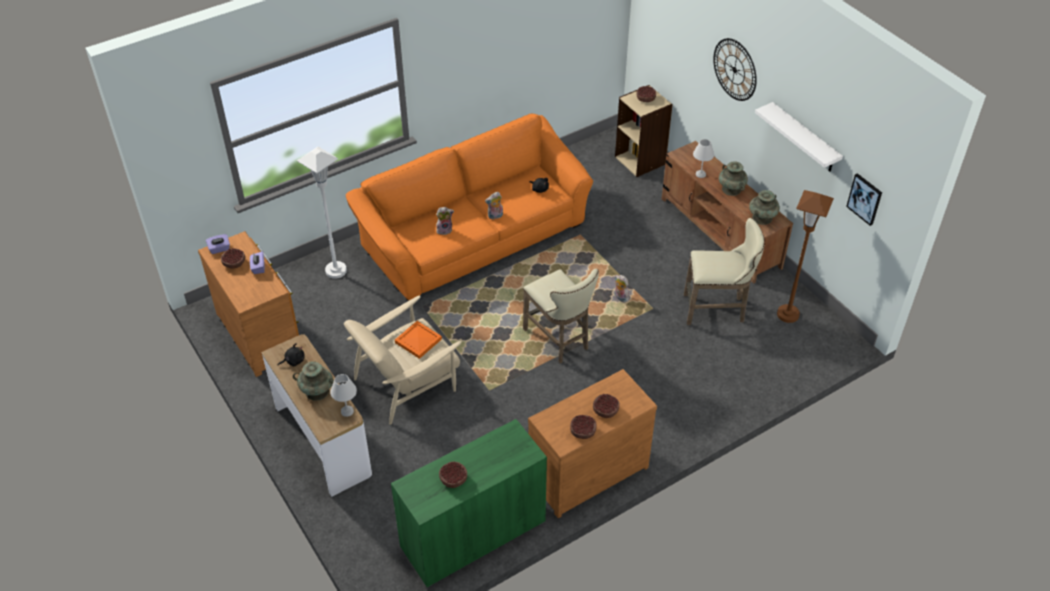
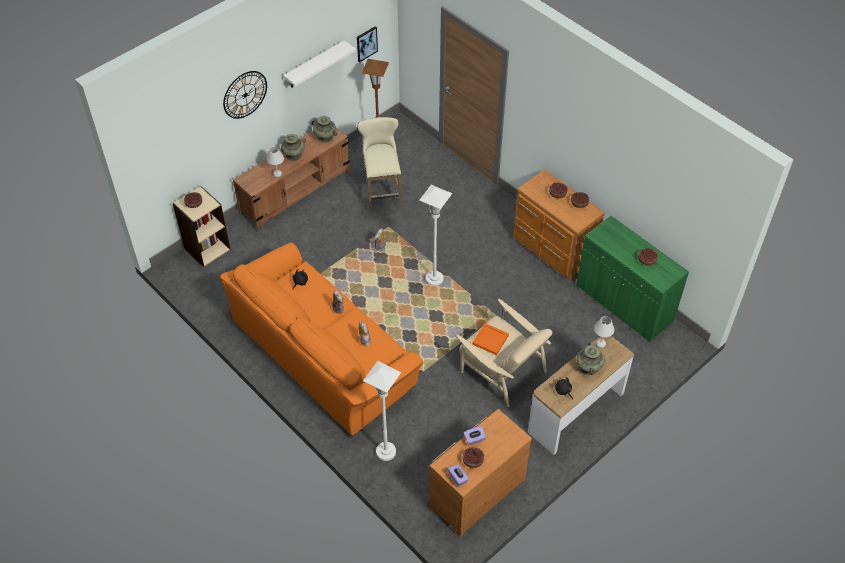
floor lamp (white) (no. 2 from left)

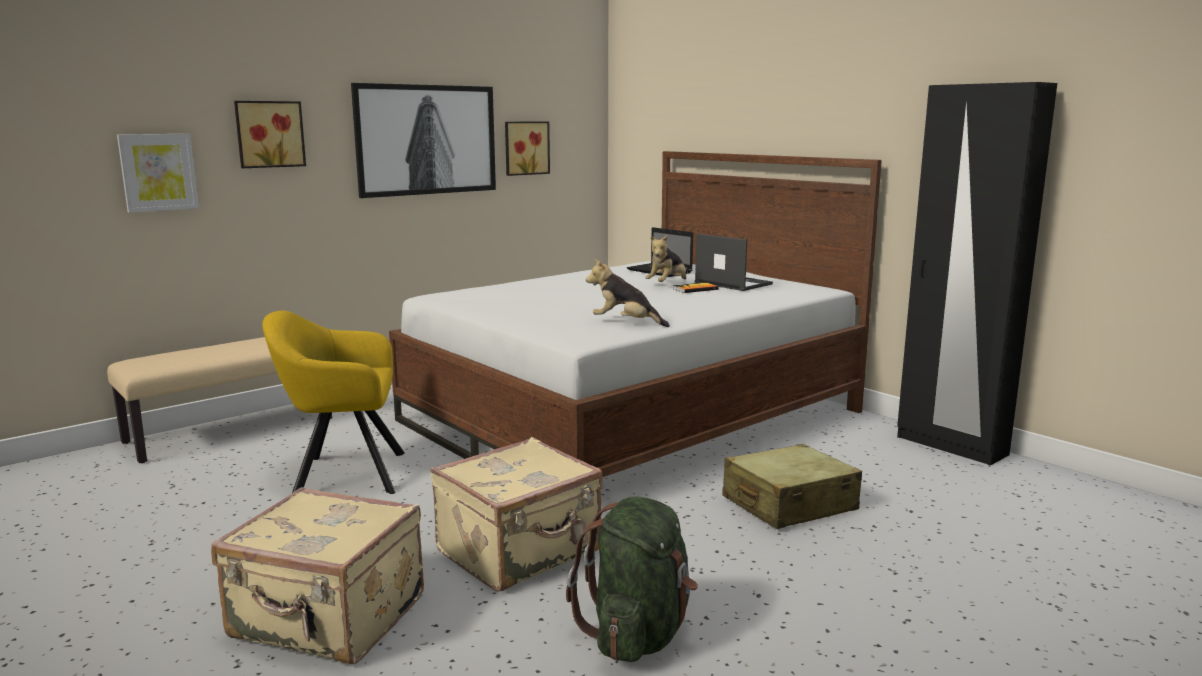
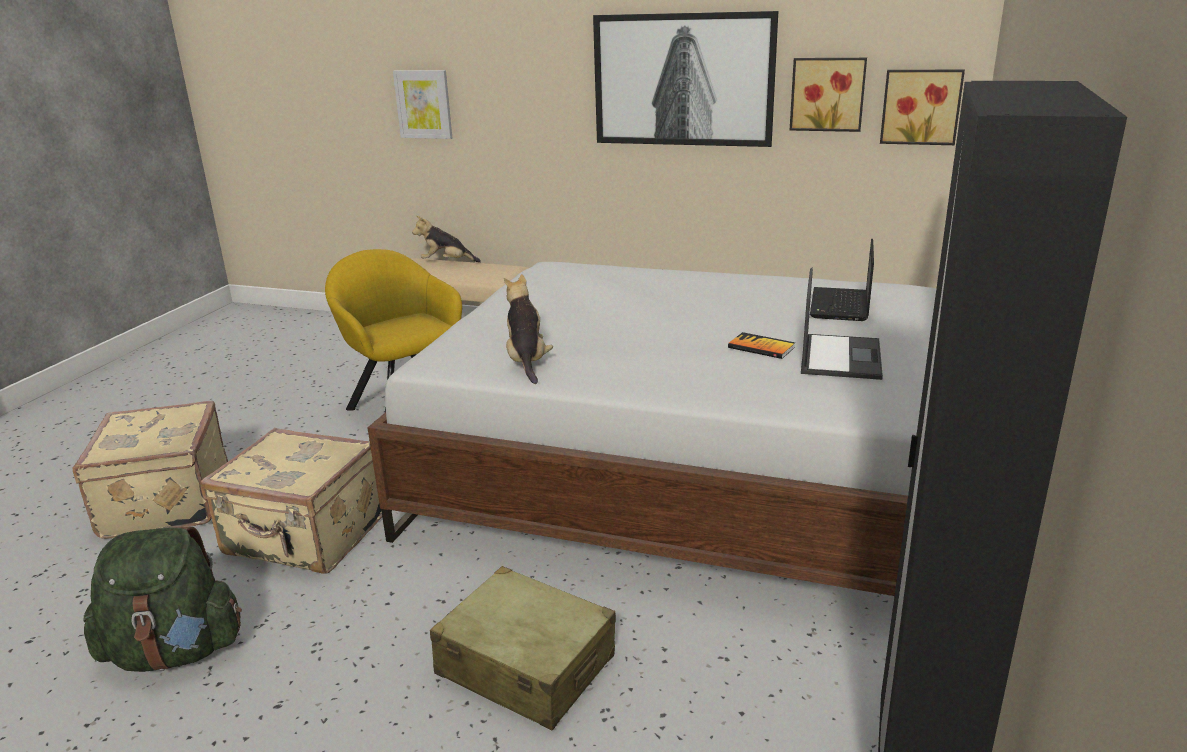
picture (no. 4 from left)
plush toy (no. 1 from left)

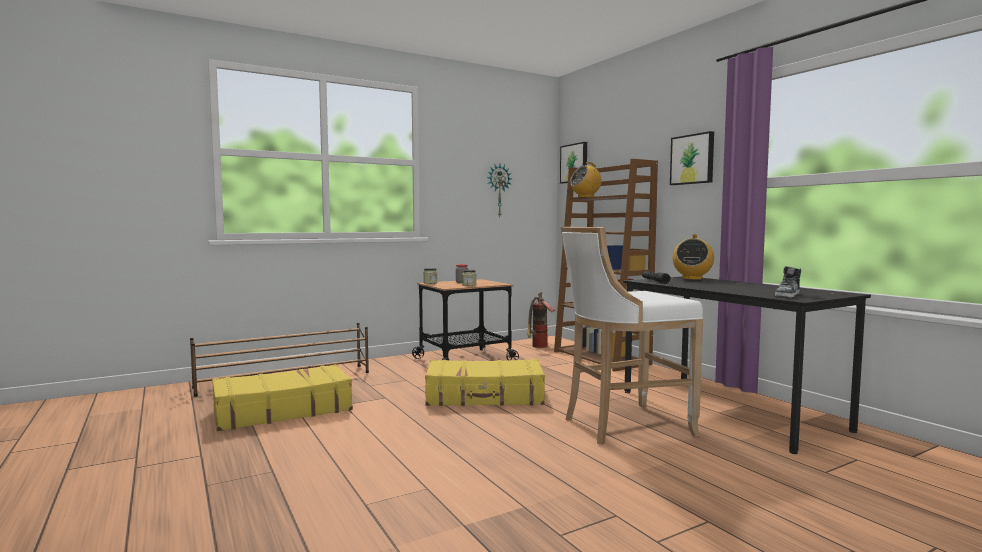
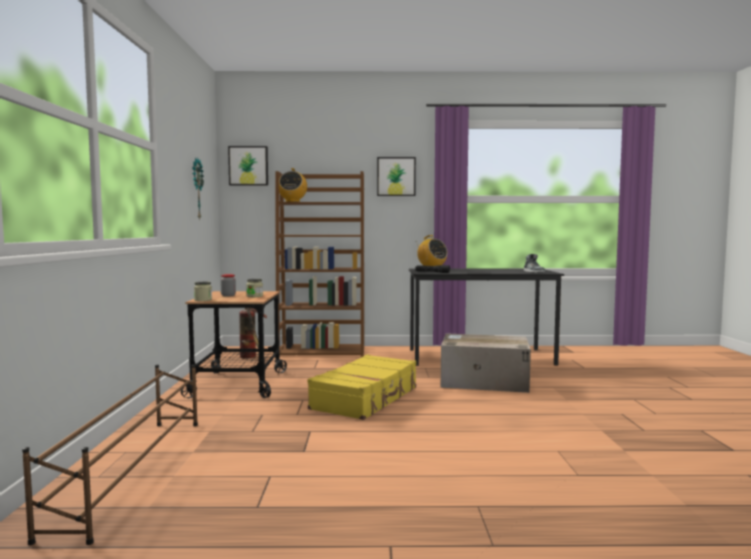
suitcase (yellow) (no. 1 from left in the first image)
cardboard box

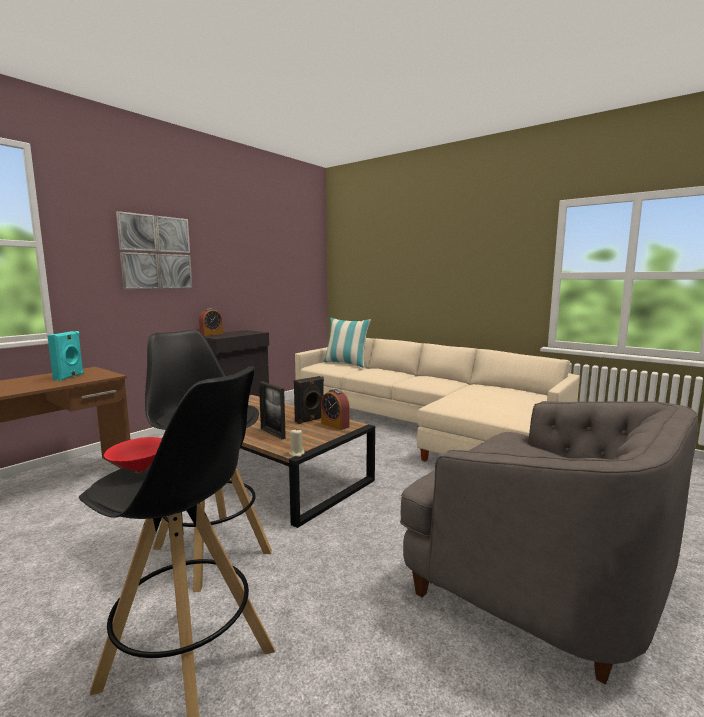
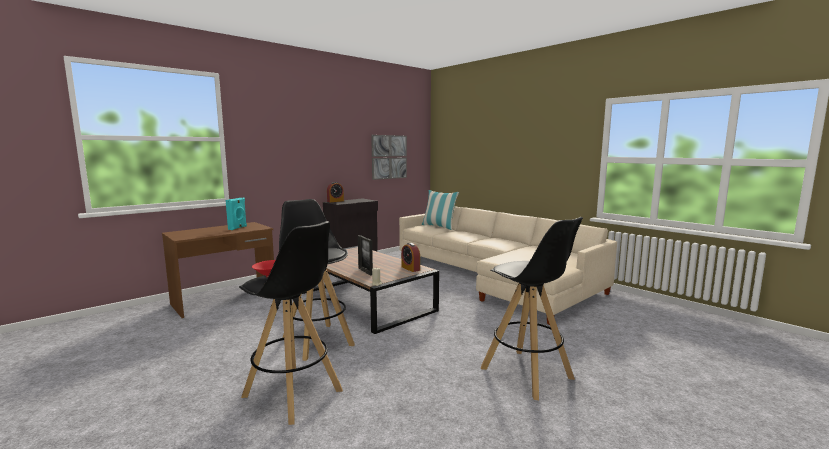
speaker (black)
picture
stool (black) (no. 3 from left)

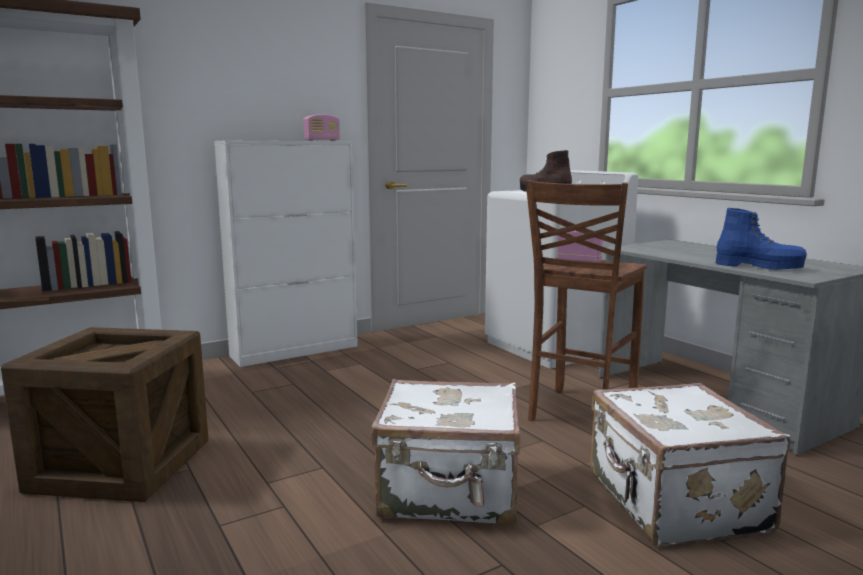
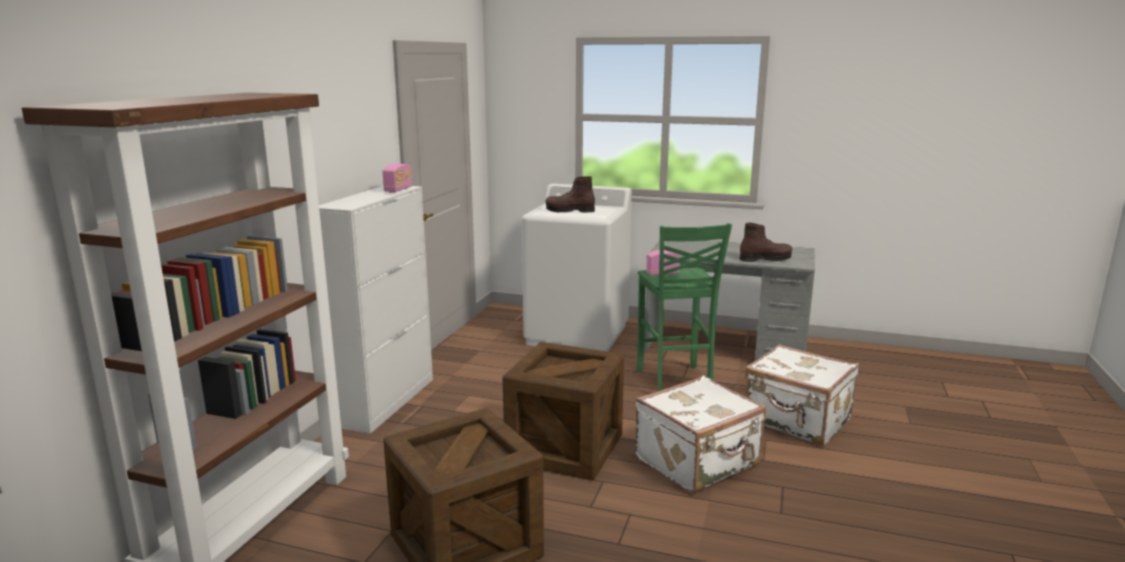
crate (no. 2 from left)
stool (green)
boot (brown) (no. 2 from left)

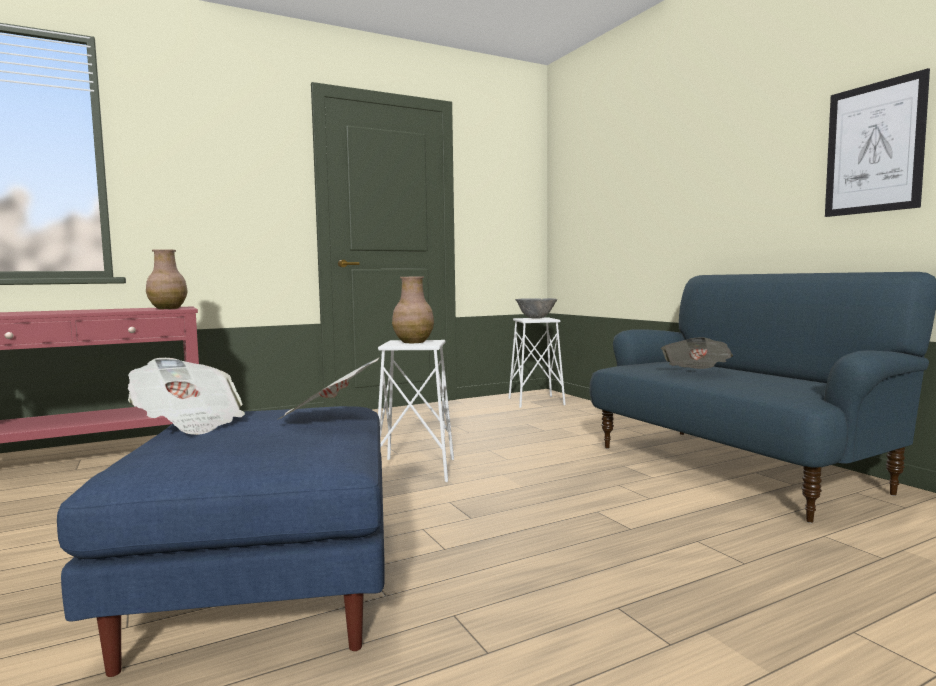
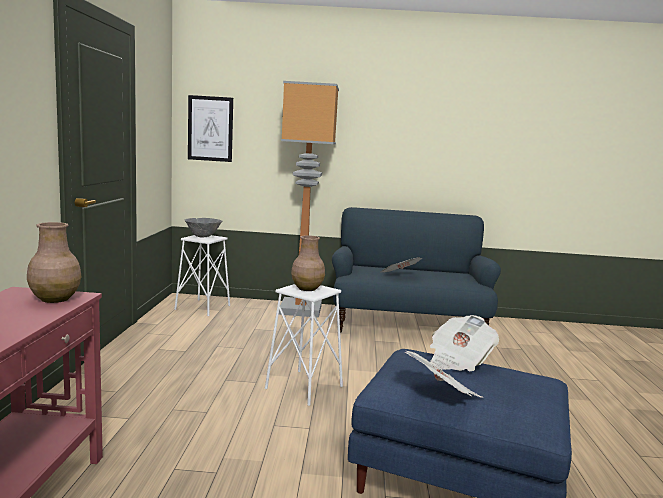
floor lamp
picture

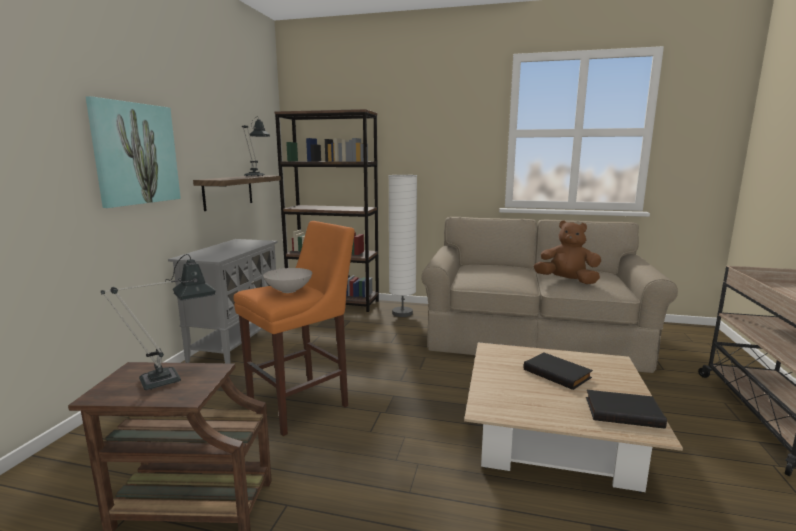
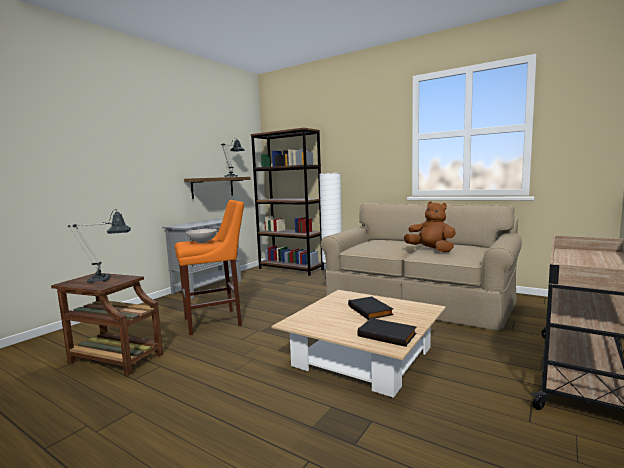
picture

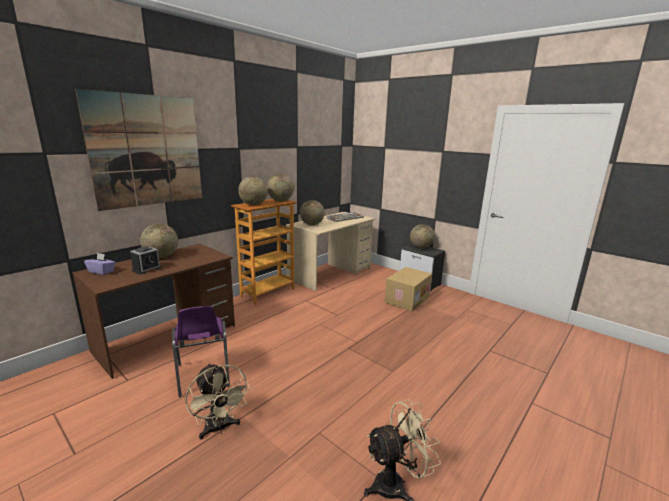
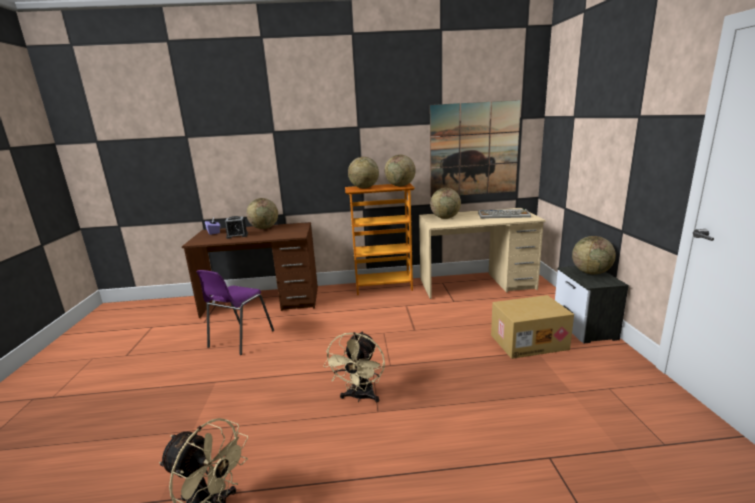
picture
fan (beige) (no. 2 from left)

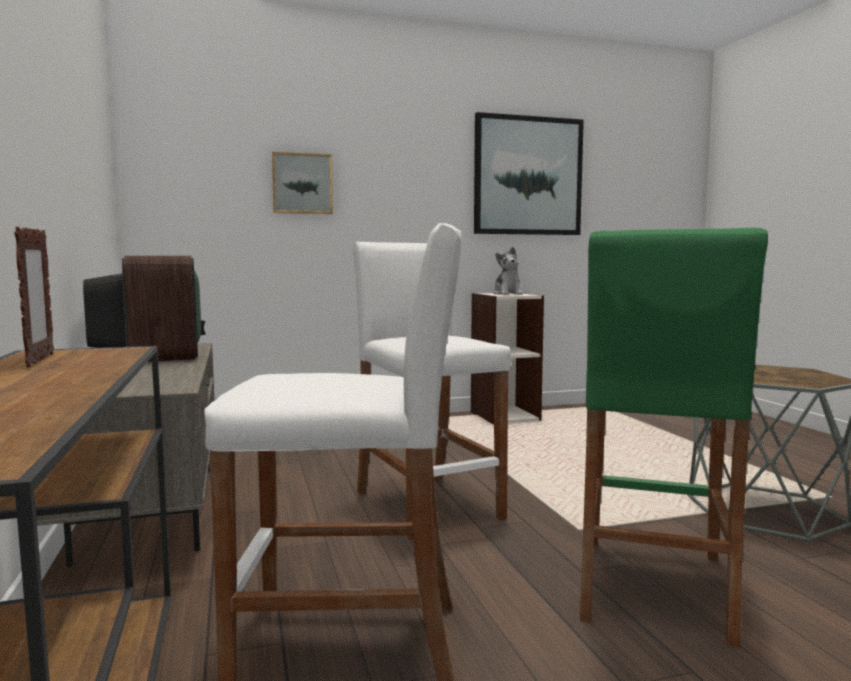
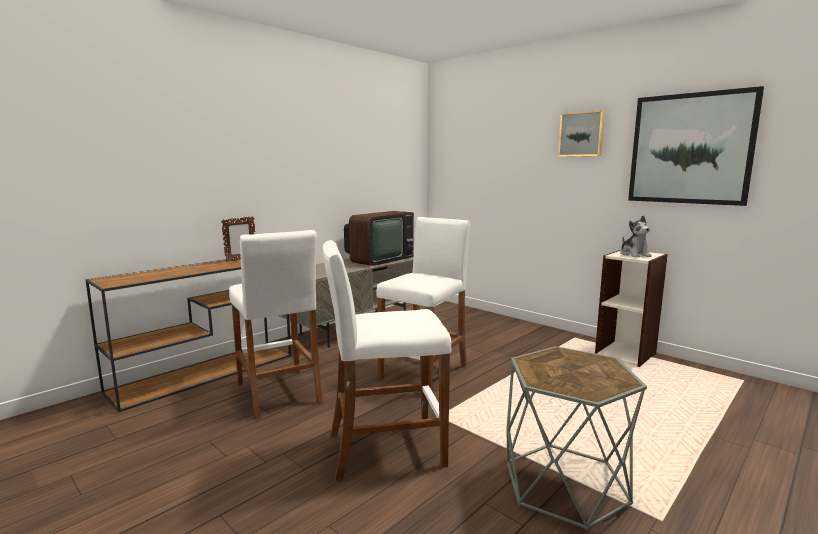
picture (no. 1 from left)
stool (white) (no. 2 from left)
plush toy

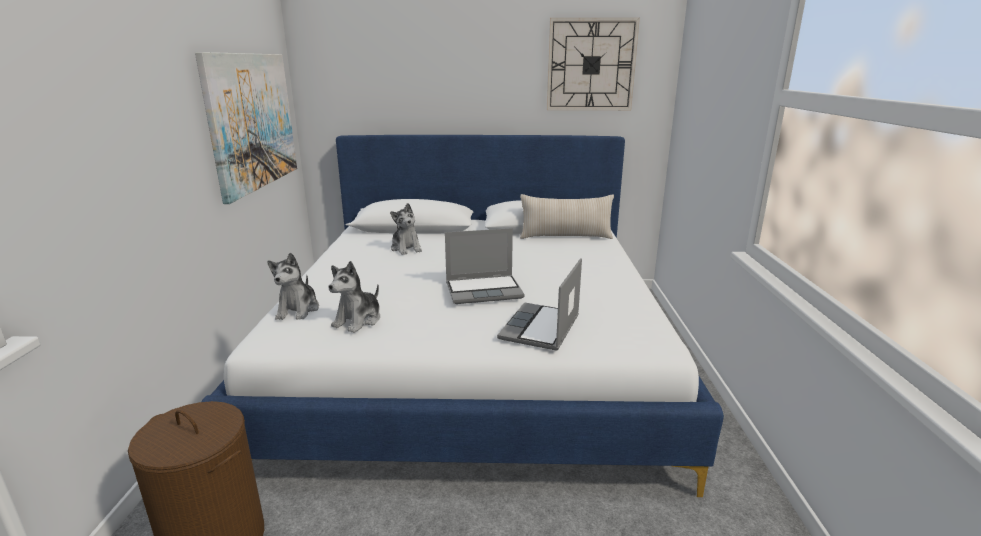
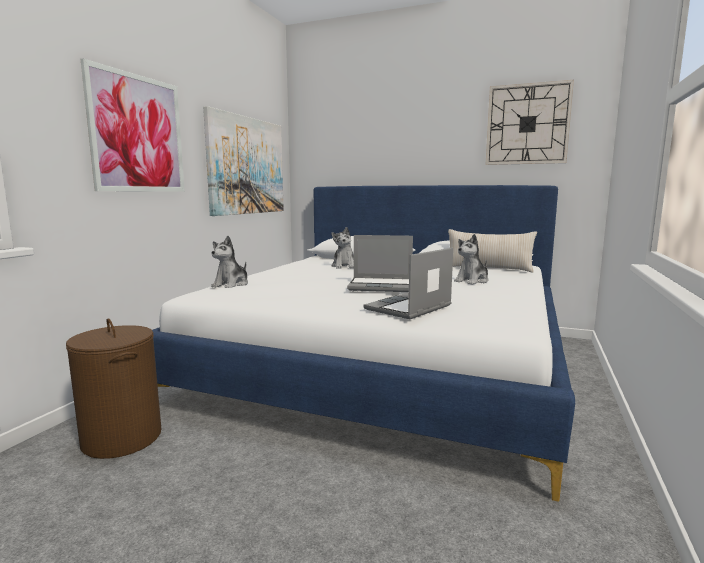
picture (no. 1 from left)
plush toy (no. 3 from left)

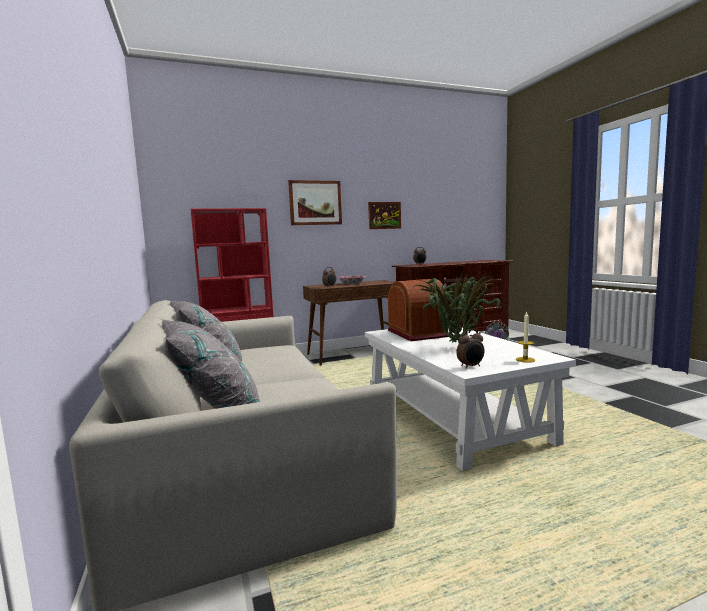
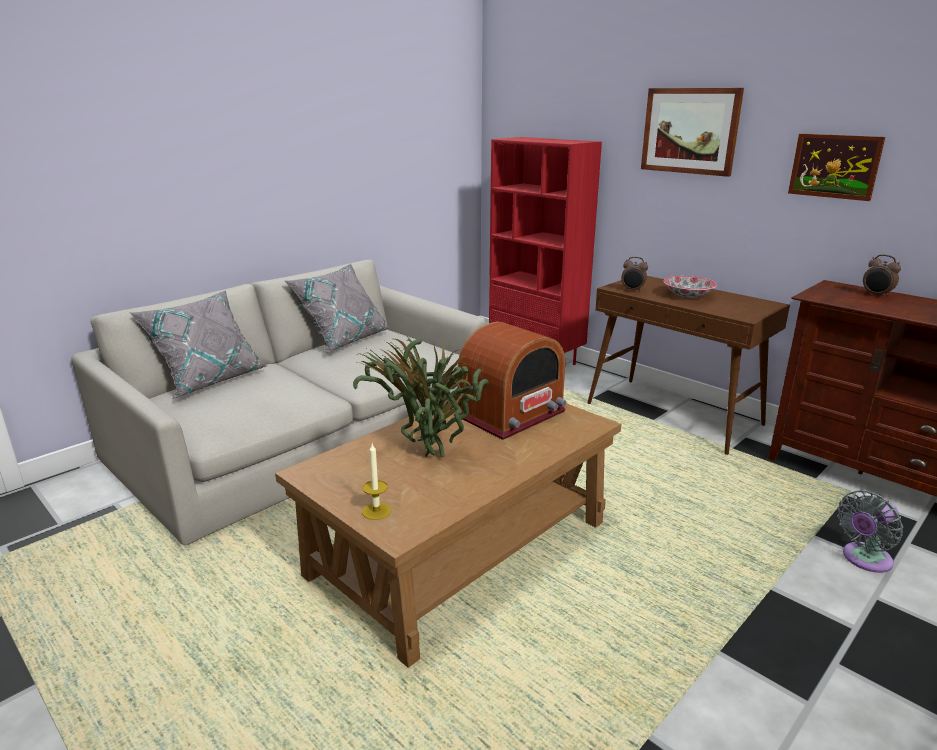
alarm clock (no. 3 from left in the first image)
coffee table (brown)

